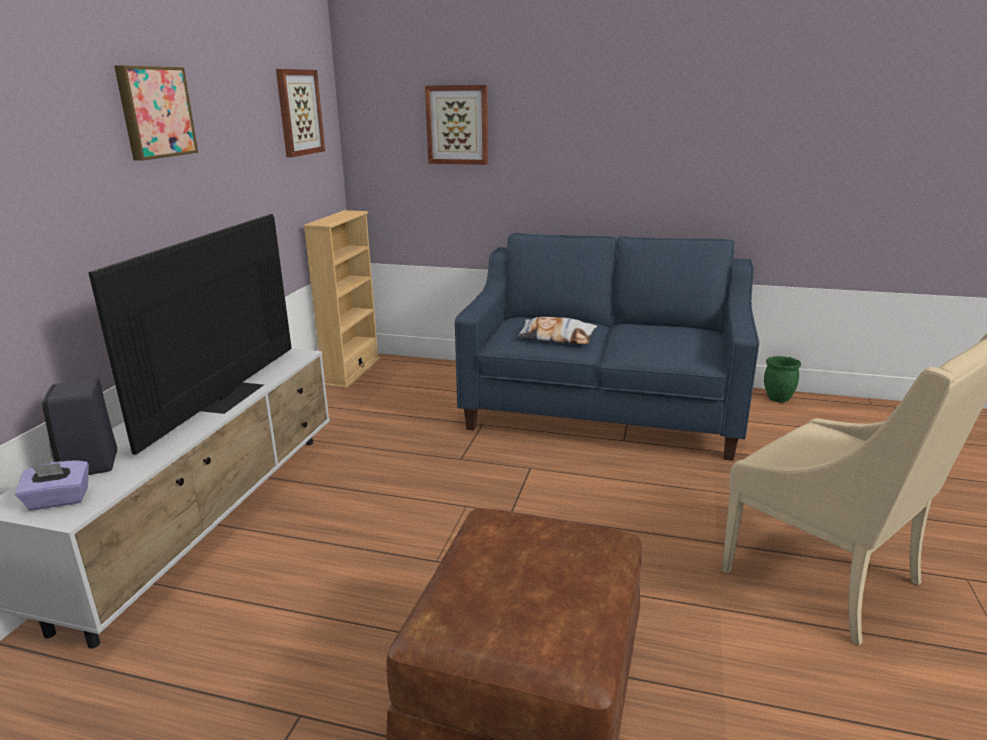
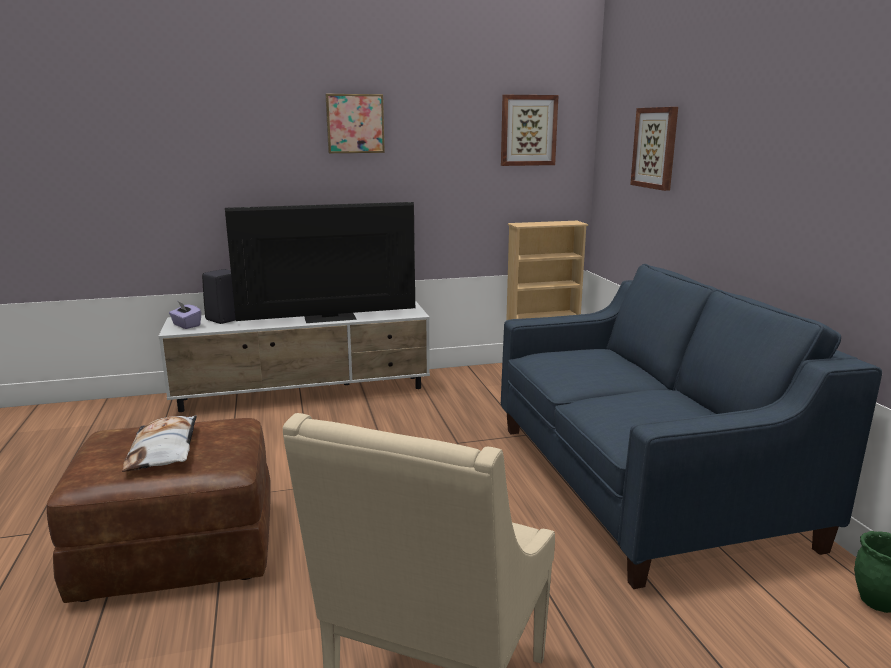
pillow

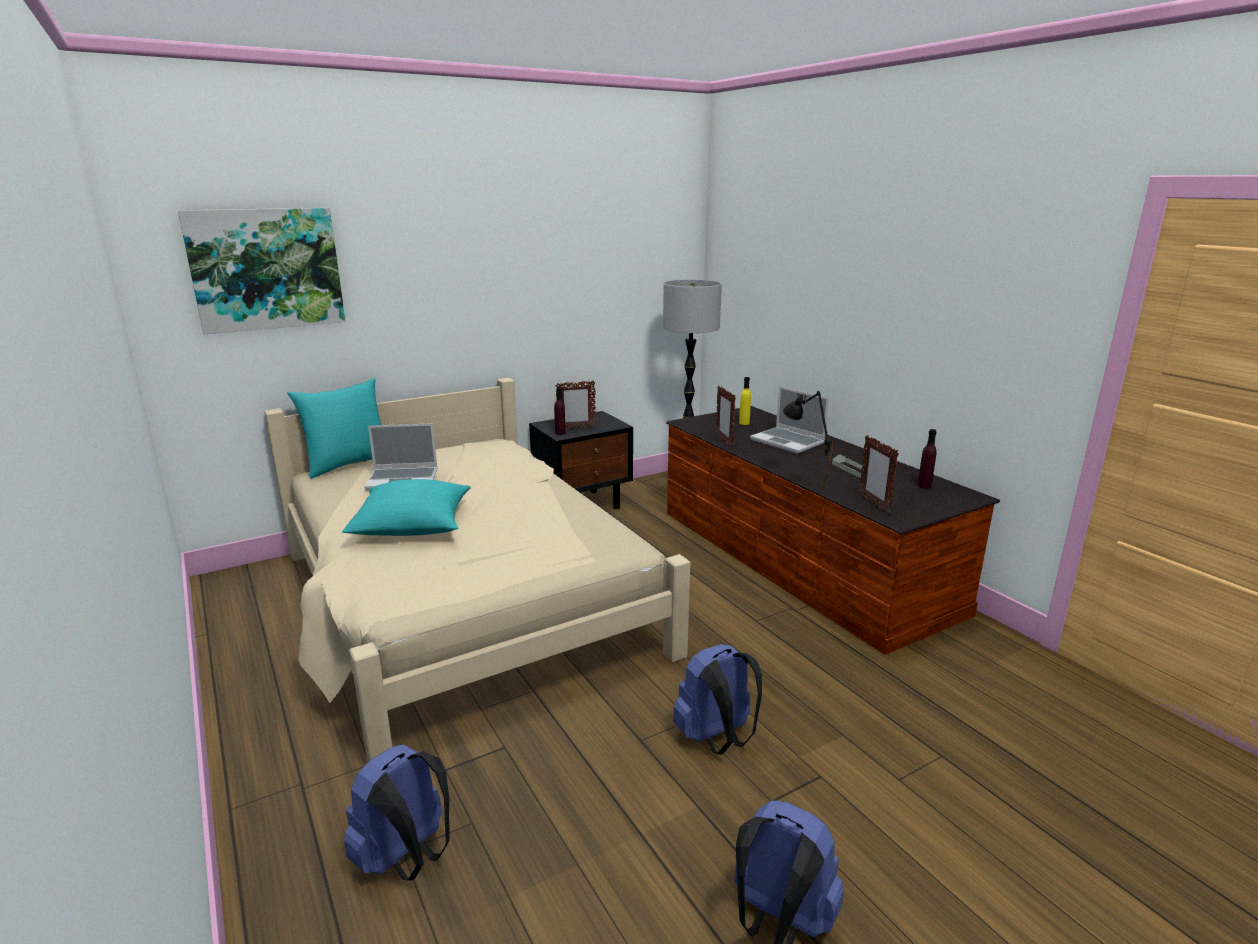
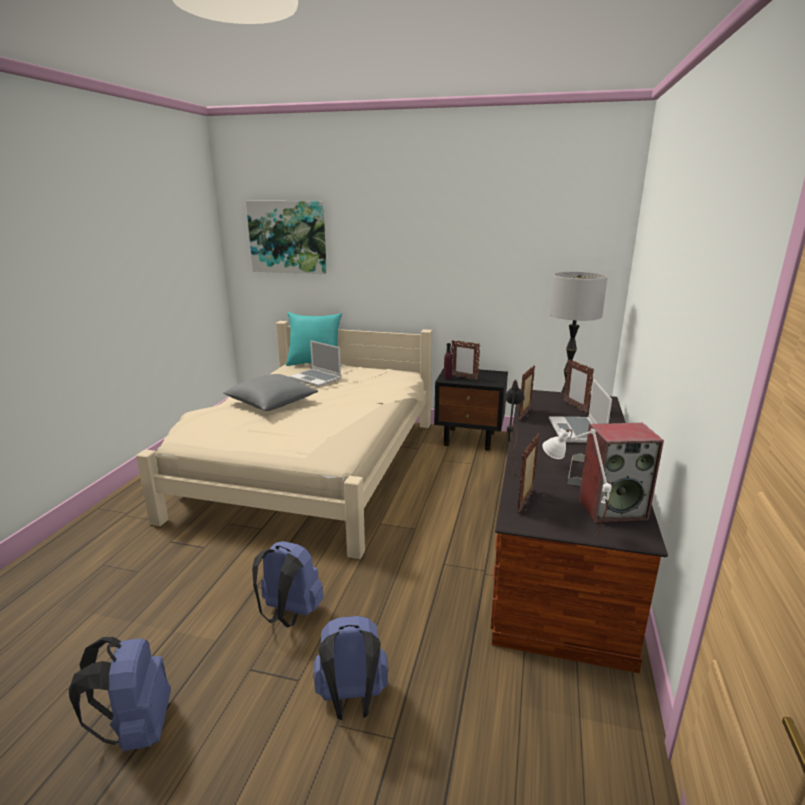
table lamp (white)
backpack (blue) (no. 3 from left)
picture frame (no. 4 from left)
speaker
pillow (grey)

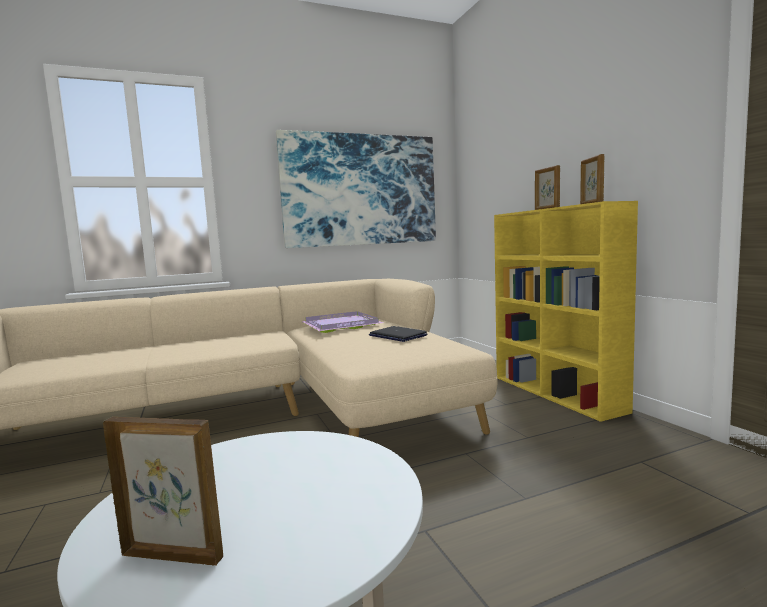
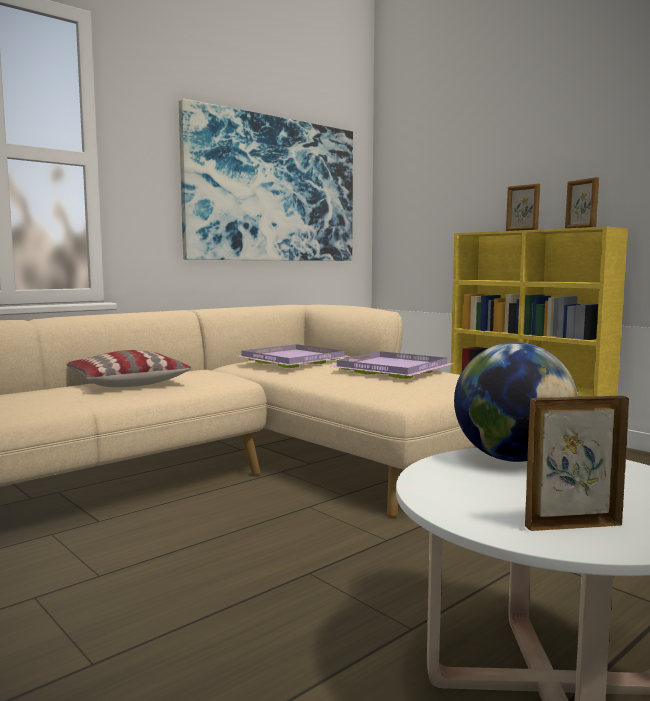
pillow
globe
tray (purple) (no. 2 from left)

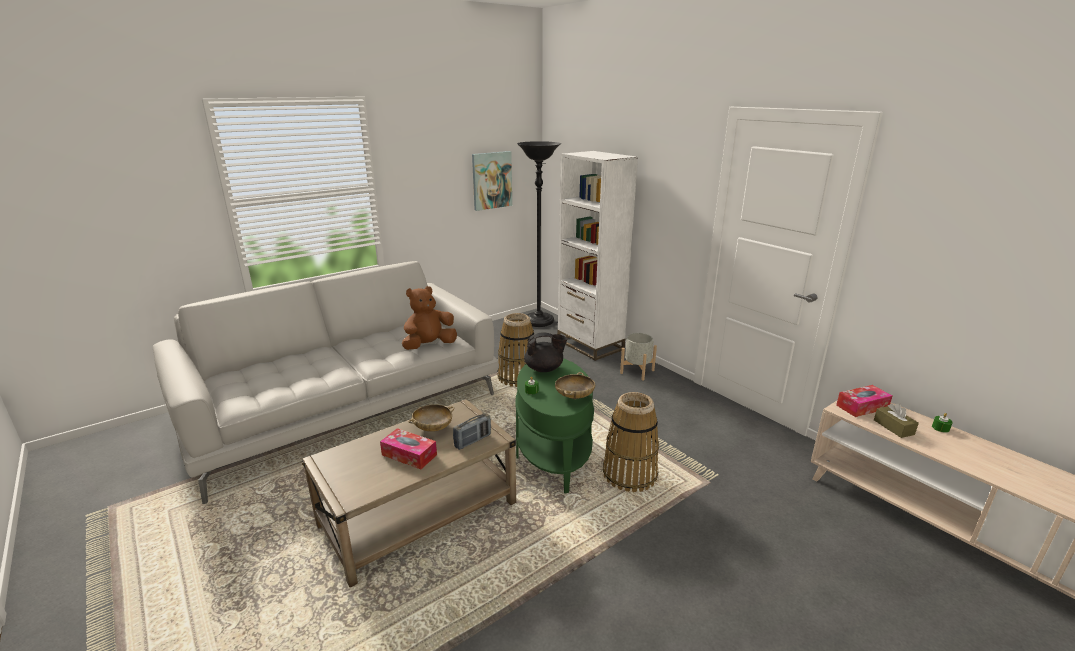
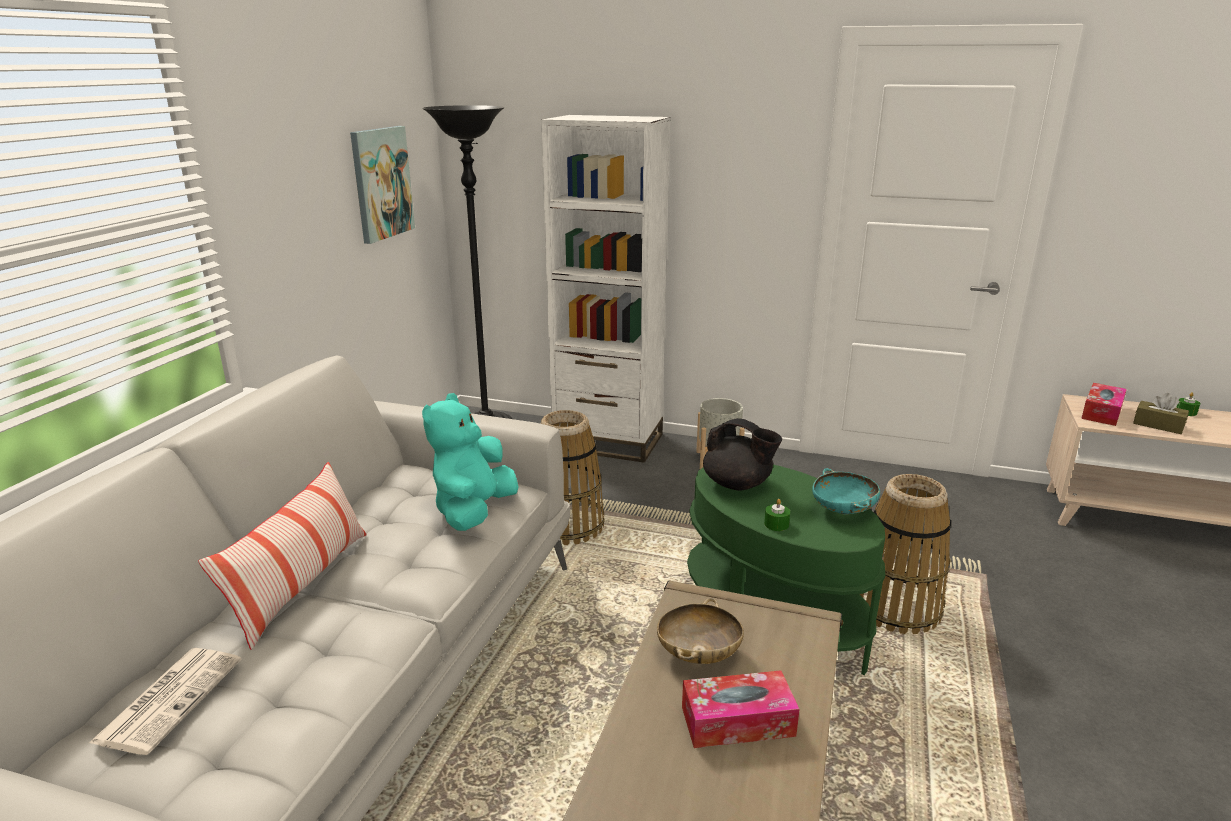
radio
newspaper
pillow
plush toy (turquoise)
bowl (turquoise)
teapot (black)

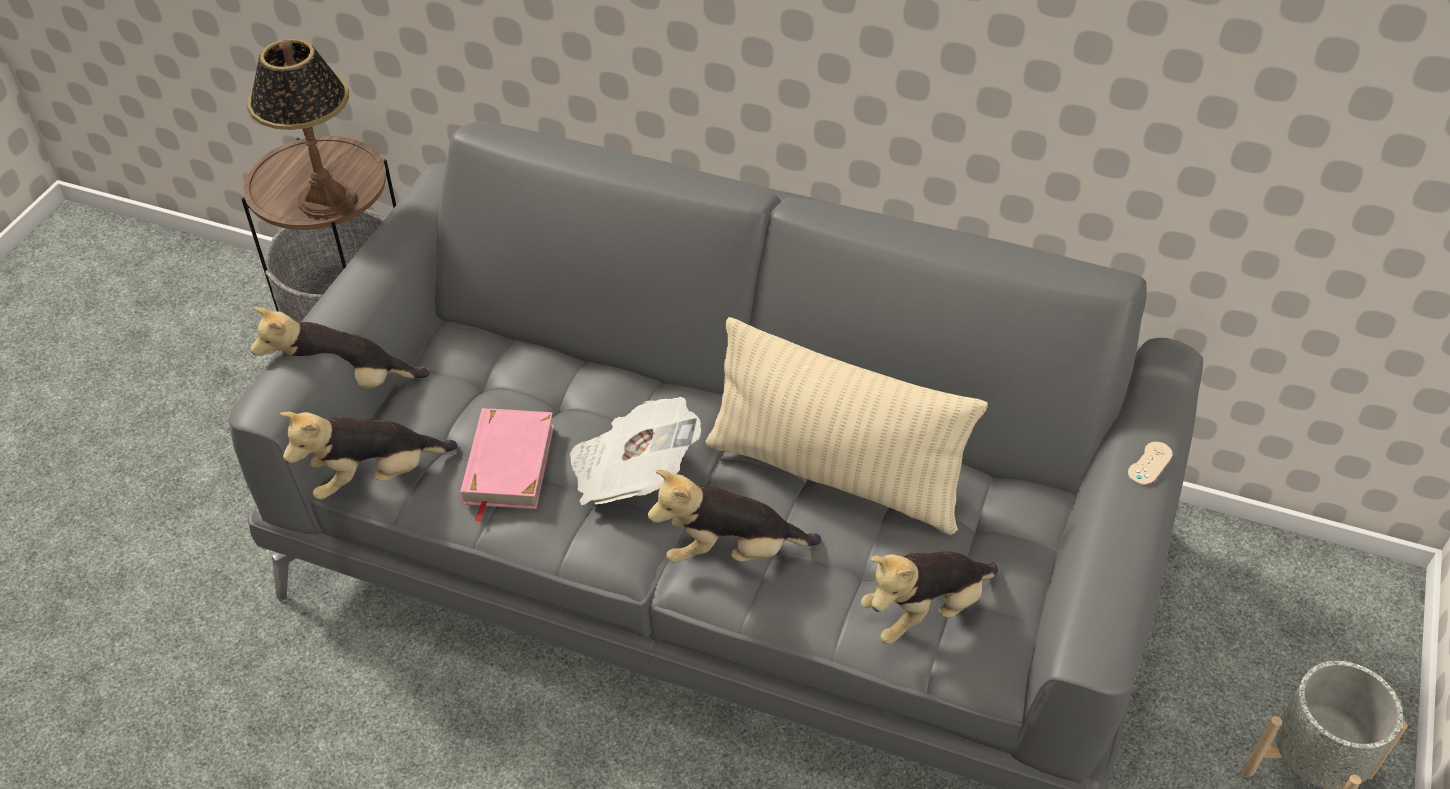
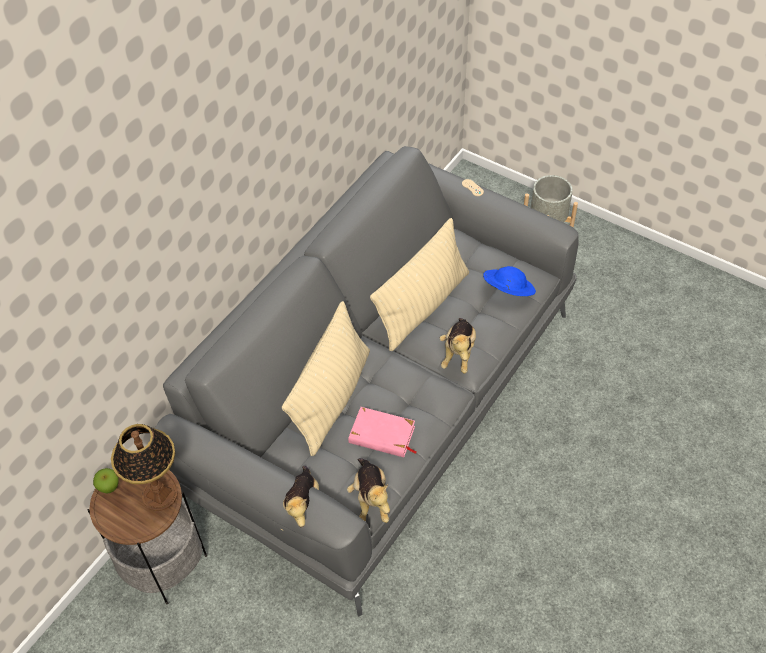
newspaper
apple
pillow (beige) (no. 1 from left)
hat (blue)

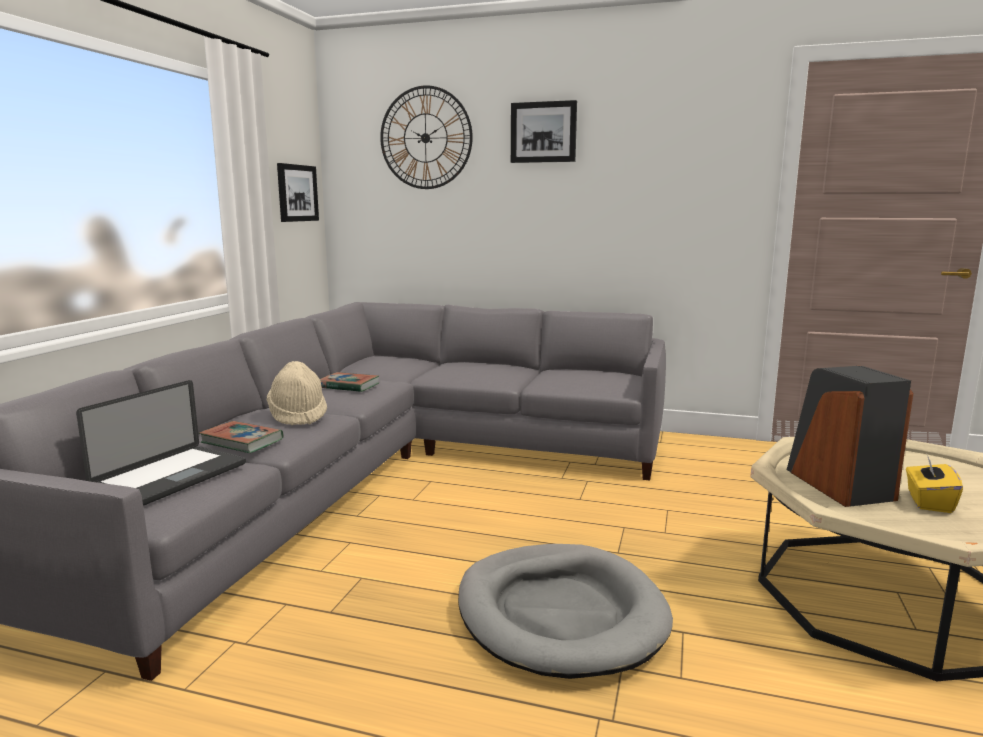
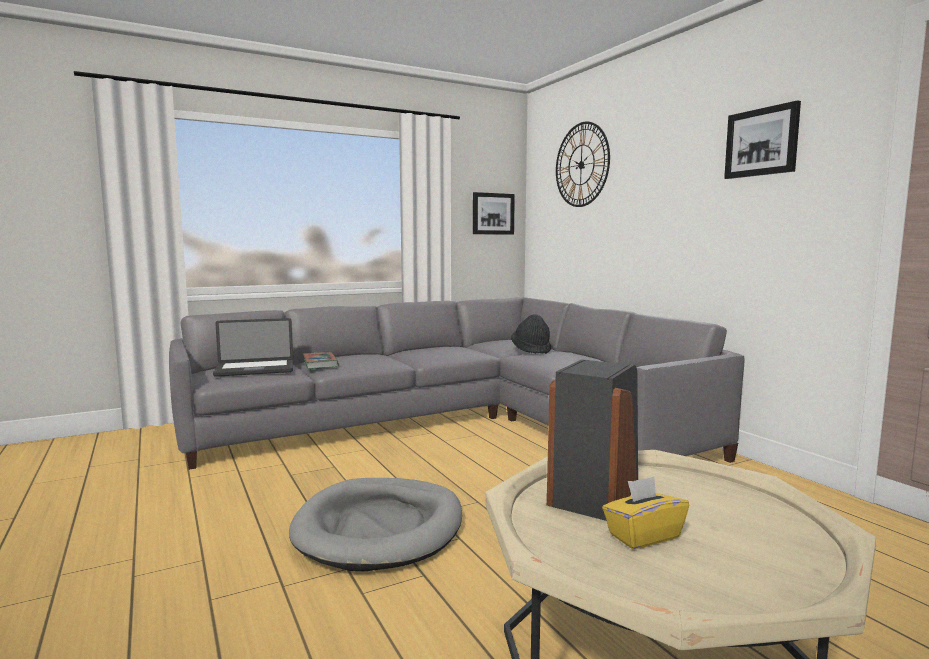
hat (beige)
book (no. 2 from left in the first image)
hat (black)
picture (no. 2 from left)

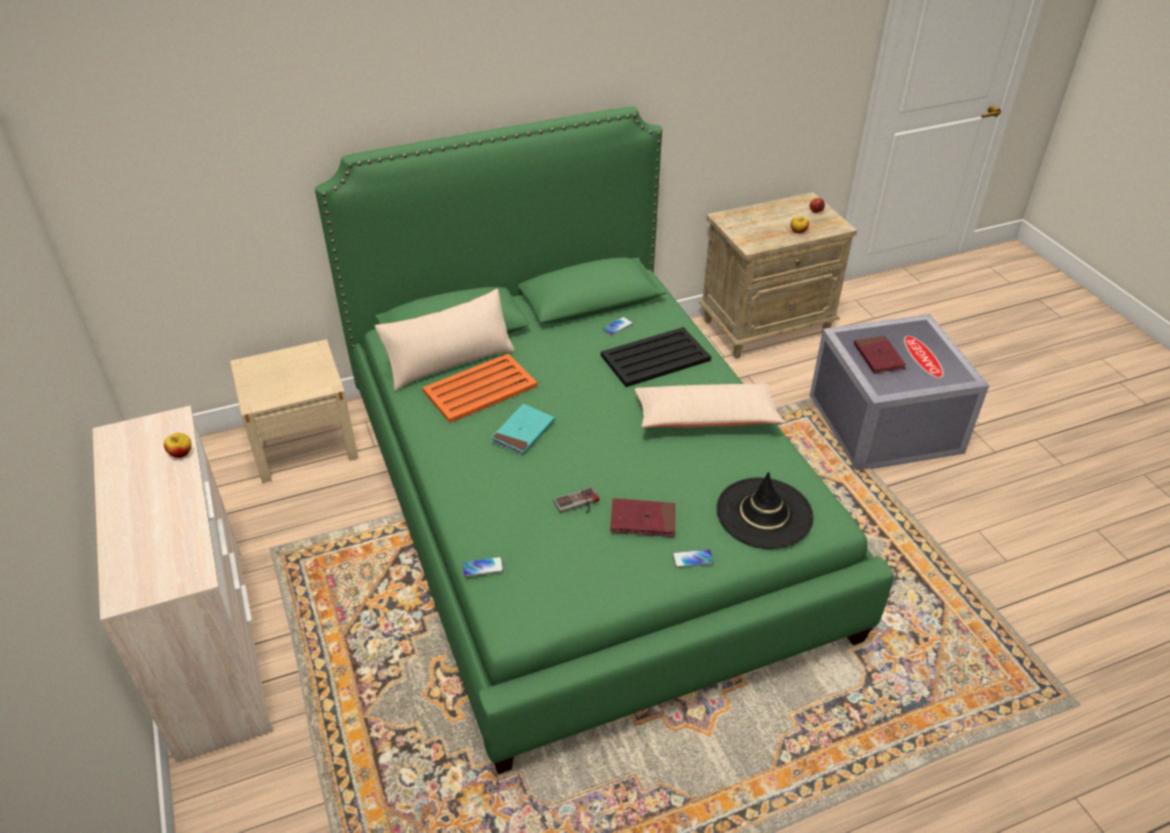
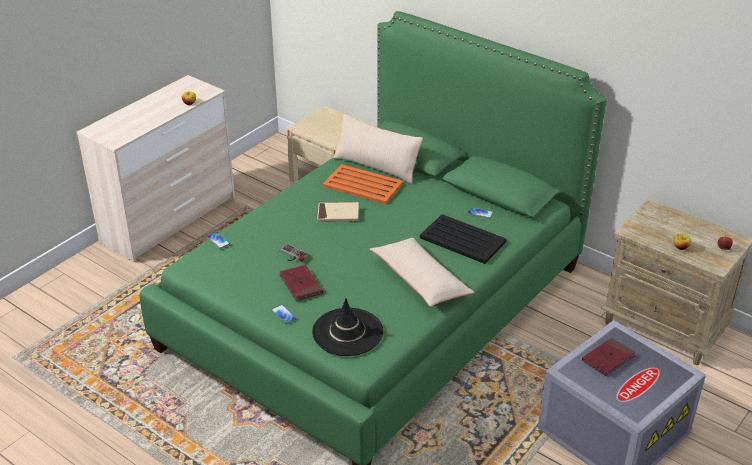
book (beige)

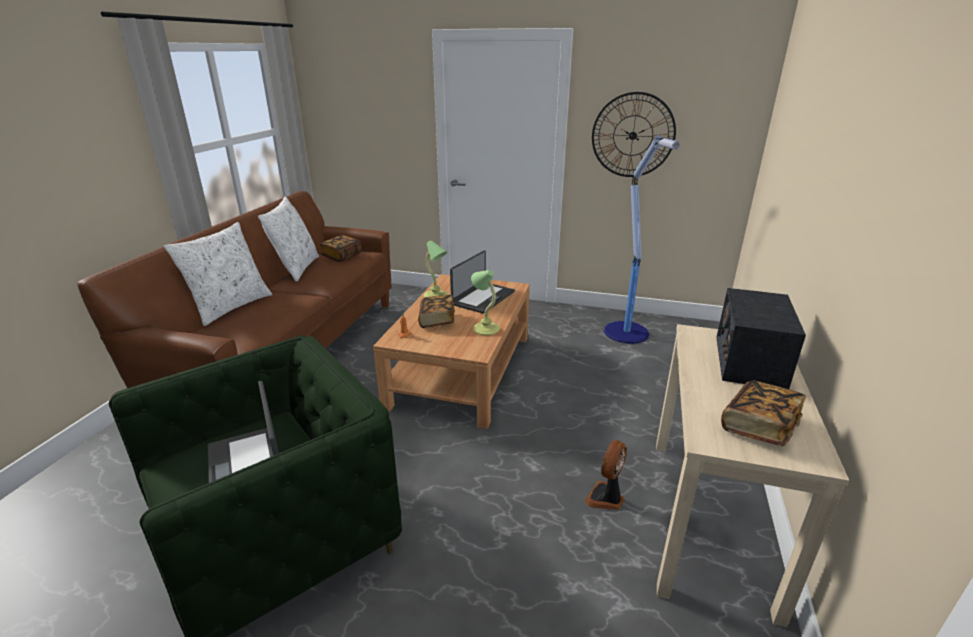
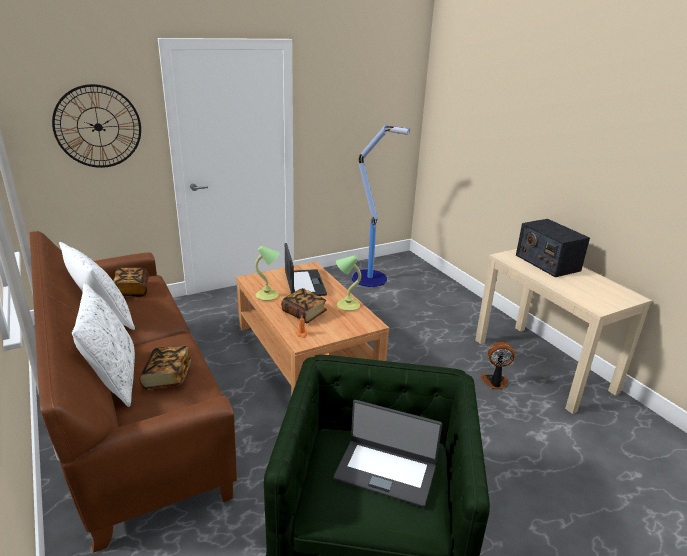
wall clock
book (no. 2 from left)
fan

